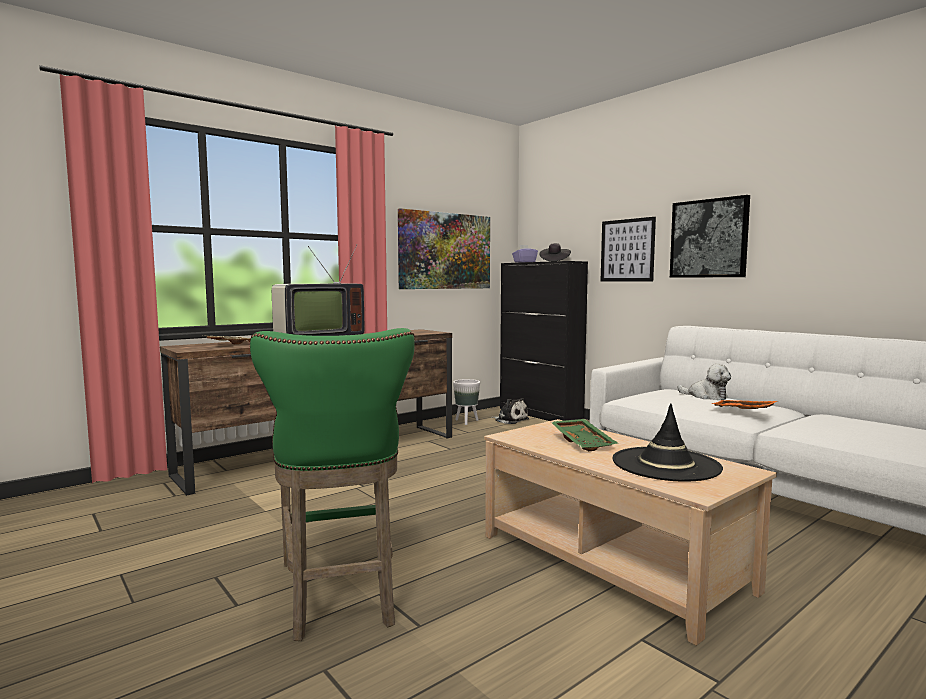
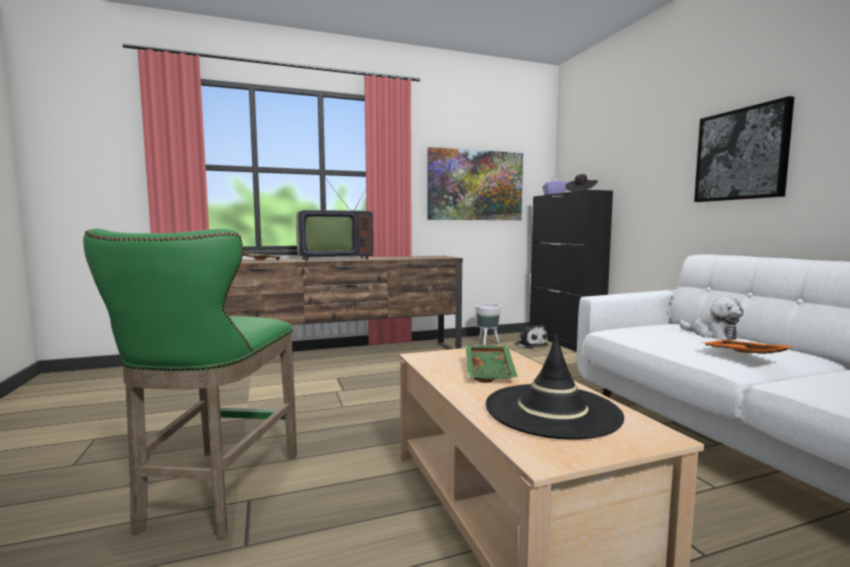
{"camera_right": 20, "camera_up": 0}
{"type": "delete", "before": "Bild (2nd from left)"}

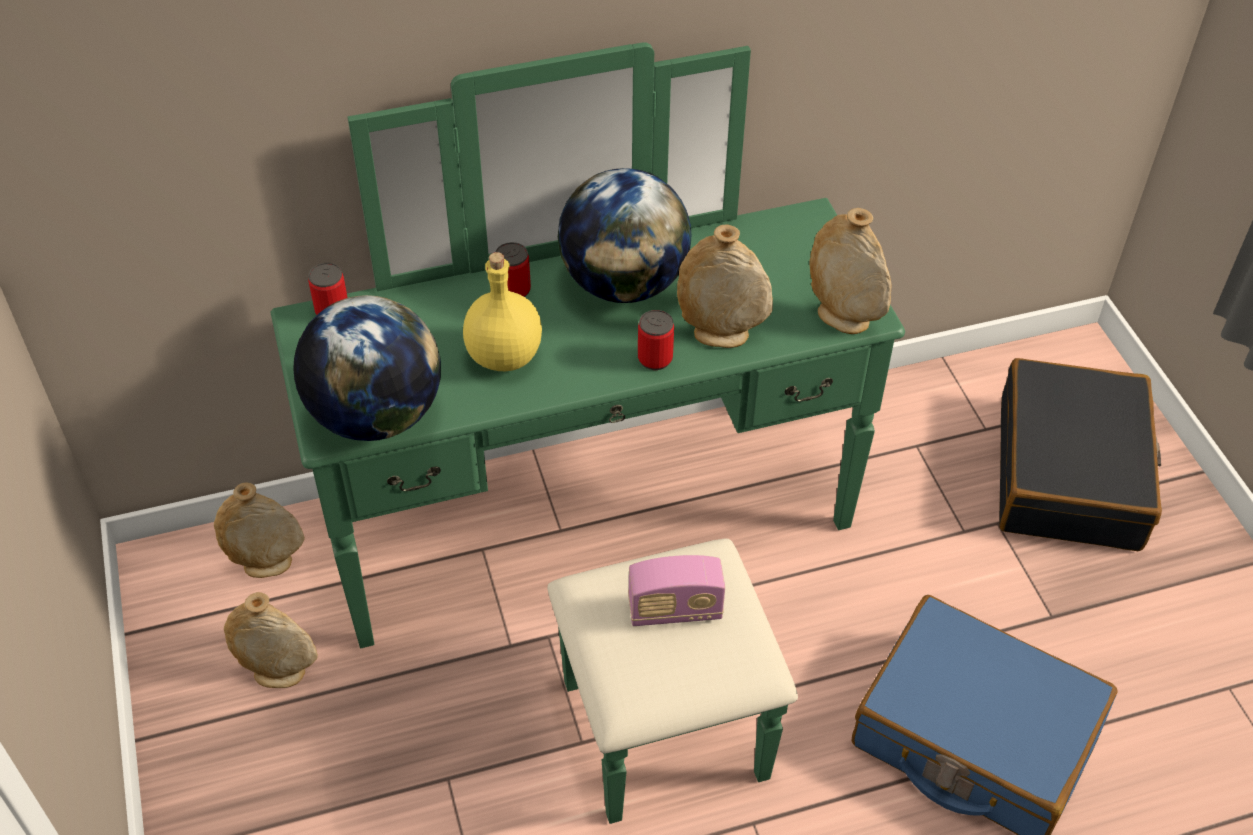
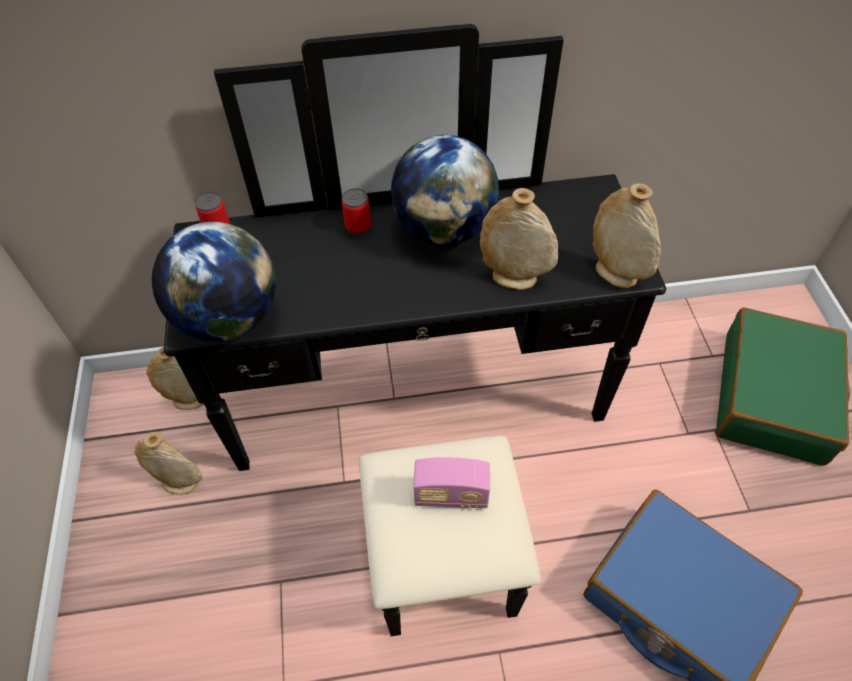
{"camera_right": 10, "camera_up": 5}
{"type": "delete", "before": "Flasche [gelb]"}
{"type": "delete", "before": "Dose (3rd from left)"}
{"type": "recolor", "before": "Kommode [grün]", "after": "Kommode [schwarz]"}
{"type": "recolor", "before": "Koffer [schwarz]", "after": "Koffer [grün]"}

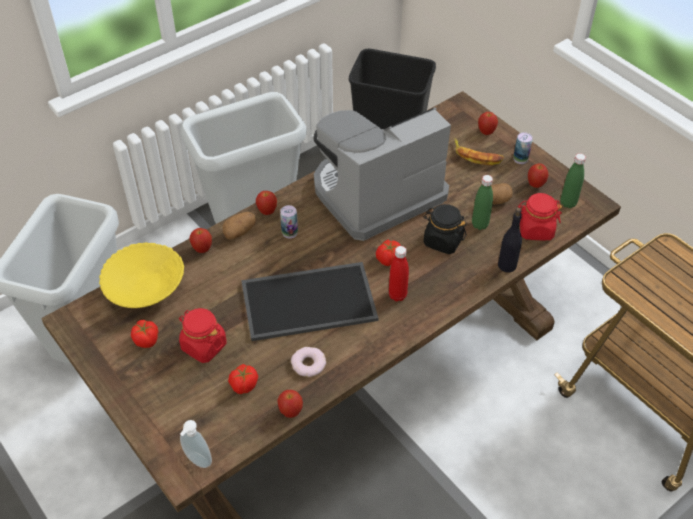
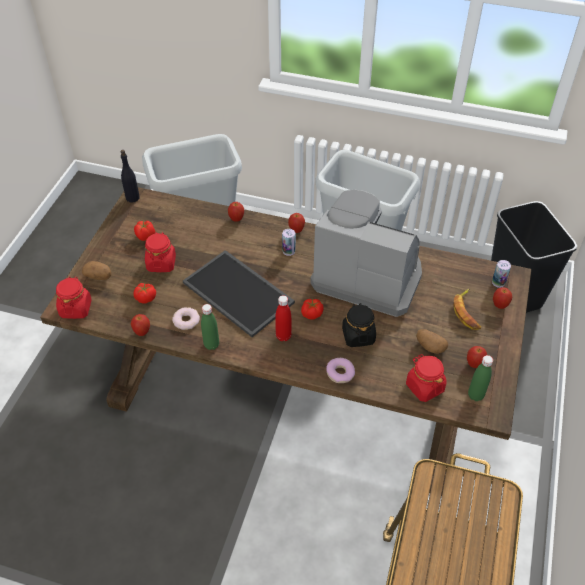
{"camera_right": 55, "camera_up": 0}
{"type": "delete", "before": "Schüssel [gelb]"}
{"type": "insert", "after": "Donut (2nd from left)"}
{"type": "move", "before": "Kartoffel (1st from left)"}
{"type": "move", "before": "Flasche [grün] (1st from left)"}
{"type": "move", "before": "Flasche [schwarz]"}
{"type": "move", "before": "Dose (2nd from left)"}
{"type": "replace", "before": "Seifenspender", "after": "Vorratsglas [rot] (1st from left)"}

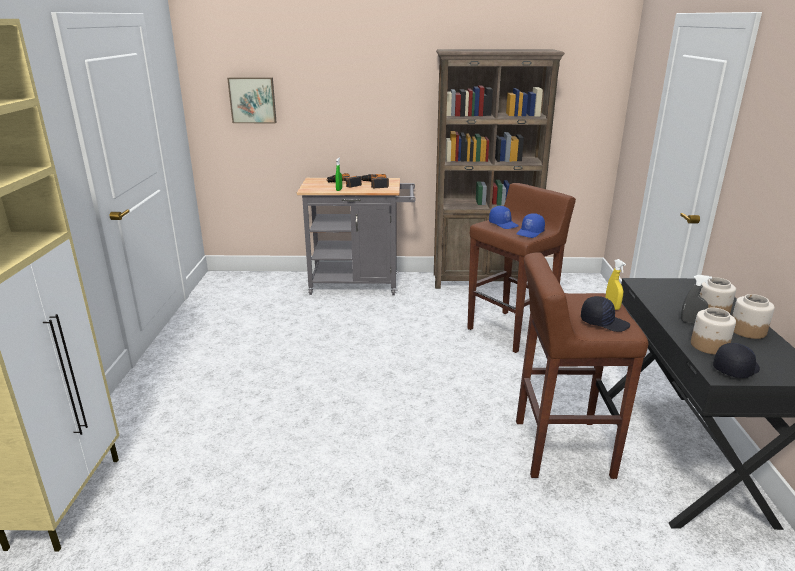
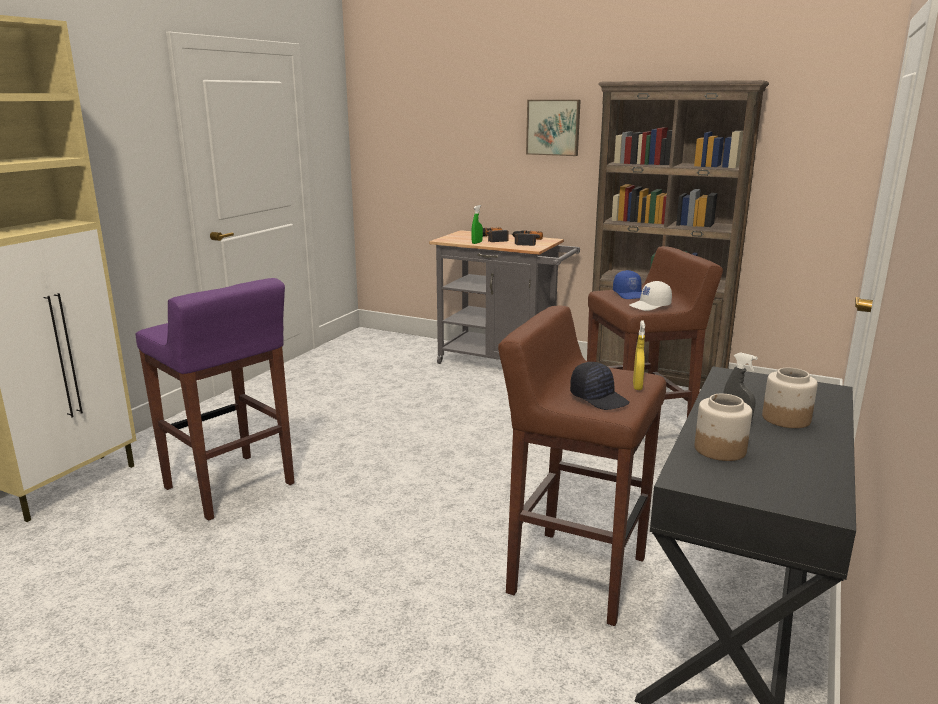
{"camera_right": 25, "camera_up": -5}
{"type": "delete", "before": "Kappe [schwarz] (2nd from left)"}
{"type": "delete", "before": "Vorratsglas (3rd from left)"}
{"type": "insert", "after": "Hocker [lila]"}
{"type": "move", "before": "Bild"}
{"type": "recolor", "before": "Kappe [blau] (2nd from left)", "after": "Kappe [weiß]"}

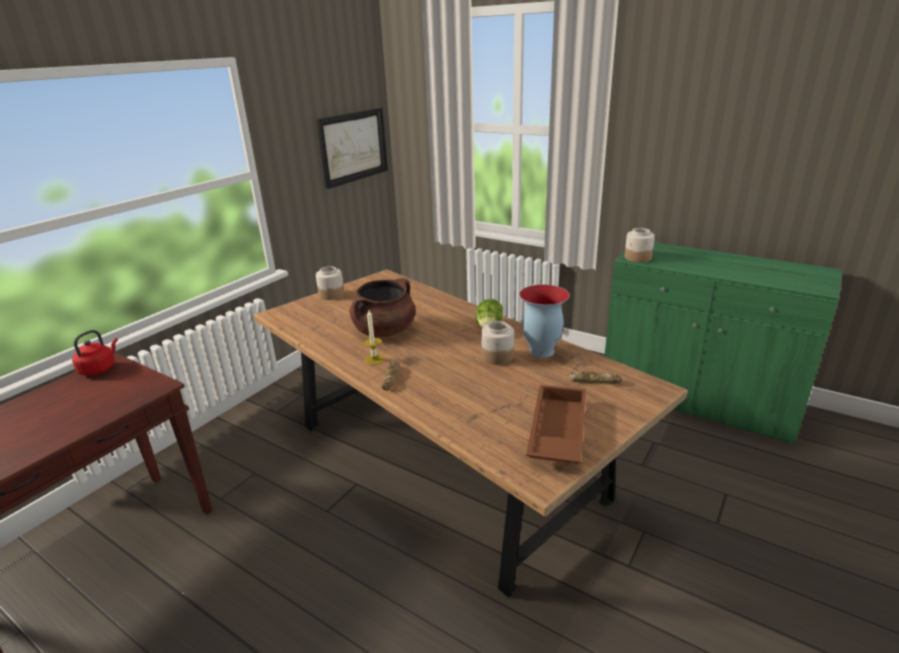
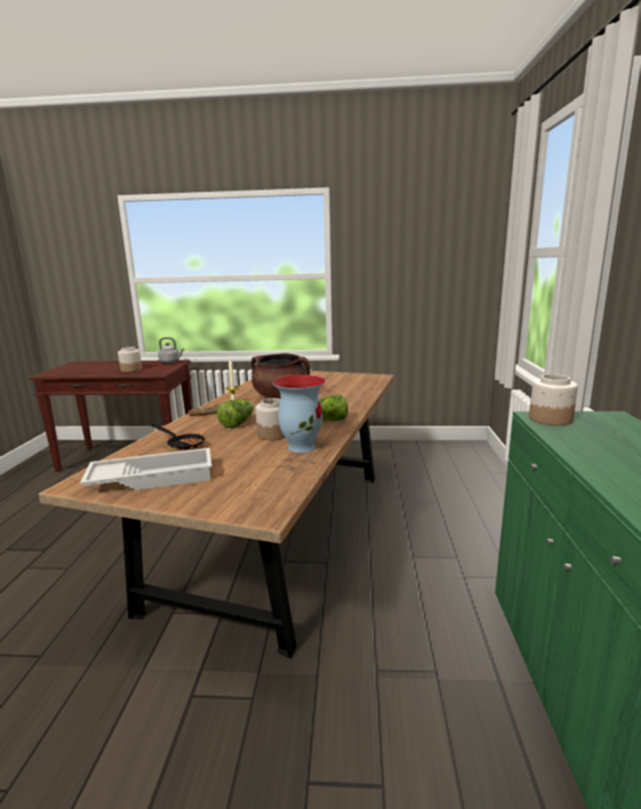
{"camera_right": 60, "camera_up": -10}
{"type": "delete", "before": "Bild"}
{"type": "delete", "before": "Brot (2nd from left)"}
{"type": "insert", "after": "Pfanne"}
{"type": "insert", "after": "Salatkopf (1st from left)"}
{"type": "move", "before": "Vorratsglas (1st from left)"}
{"type": "recolor", "before": "Wasserkessel [rot]", "after": "Wasserkessel [grau]"}
{"type": "recolor", "before": "Tablett [braun]", "after": "Tablett [weiß]"}

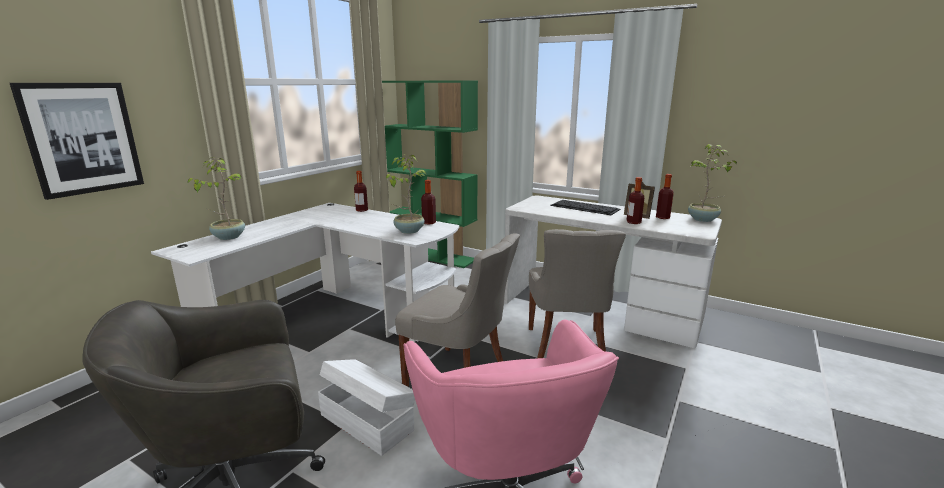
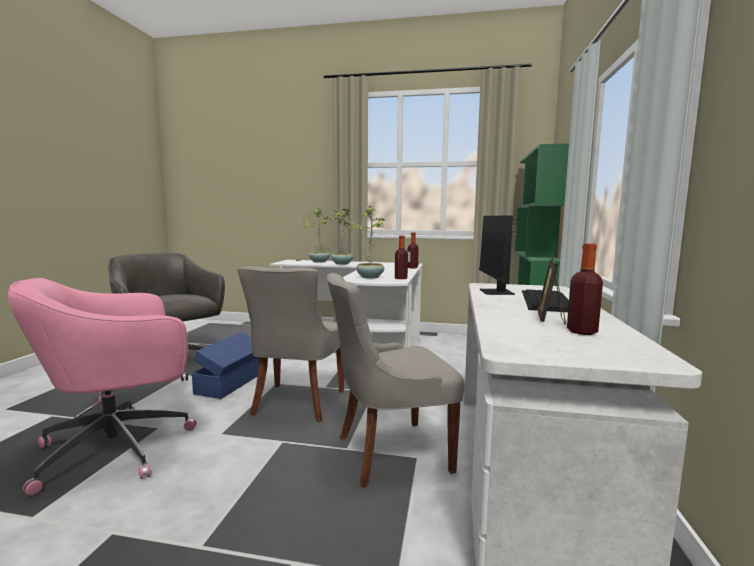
{"camera_right": 70, "camera_up": -10}
{"type": "delete", "before": "Bild"}
{"type": "delete", "before": "Flasche (3rd from left)"}
{"type": "insert", "after": "Monitor"}
{"type": "move", "before": "Topfpflanze (3rd from left in the first image)", "after": "Topfpflanze (2nd from left)"}
{"type": "recolor", "before": "Aufbewahrungsbox [weiß]", "after": "Aufbewahrungsbox [blau]"}

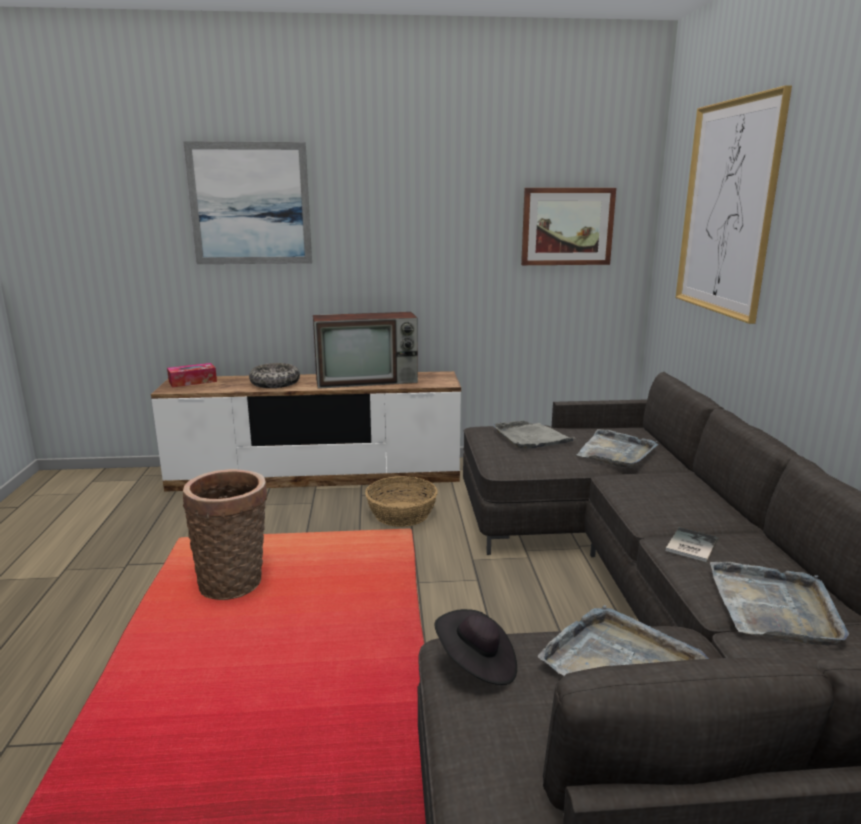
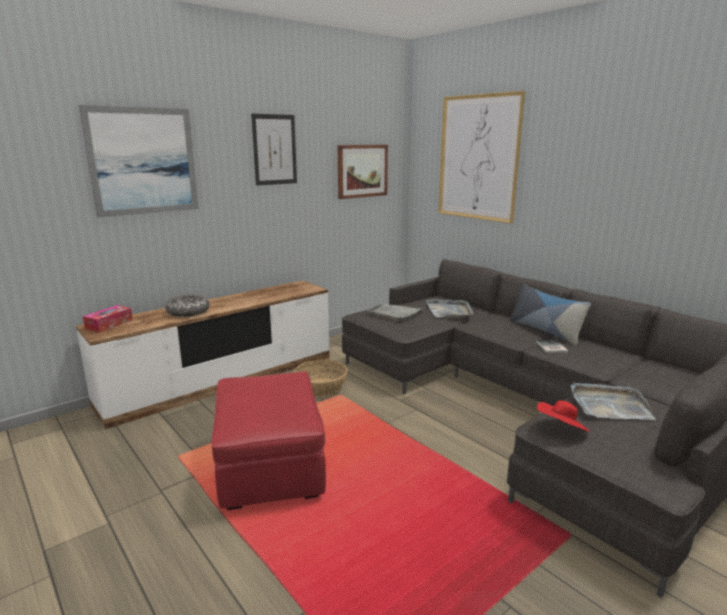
{"camera_right": -35, "camera_up": 0}
{"type": "delete", "before": "Fernseher"}
{"type": "delete", "before": "Tablett [grau] (4th from left)"}
{"type": "insert", "after": "Bild (2nd from left)"}
{"type": "insert", "after": "Kissen"}
{"type": "replace", "before": "Korb (1st from left)", "after": "Polsterhocker [rot]"}
{"type": "recolor", "before": "Hut [schwarz]", "after": "Hut [rot]"}

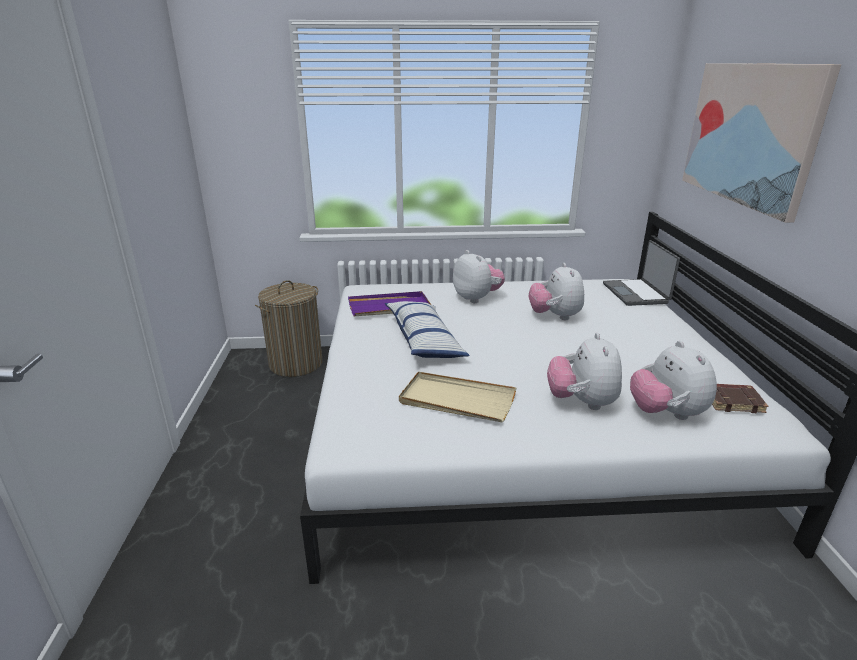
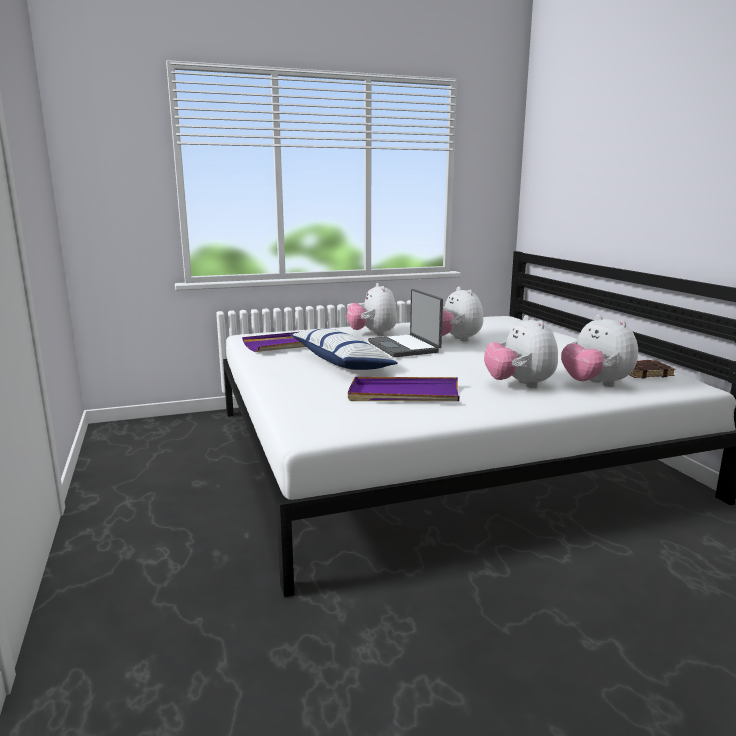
{"camera_right": -15, "camera_up": -10}
{"type": "delete", "before": "Wäschekorb"}
{"type": "delete", "before": "Bild"}
{"type": "move", "before": "Laptop"}
{"type": "recolor", "before": "Tablett [beige]", "after": "Tablett [lila] (2nd from left)"}
{"type": "rotate", "before": "Plüschtier (1st from left)", "turn": -150}

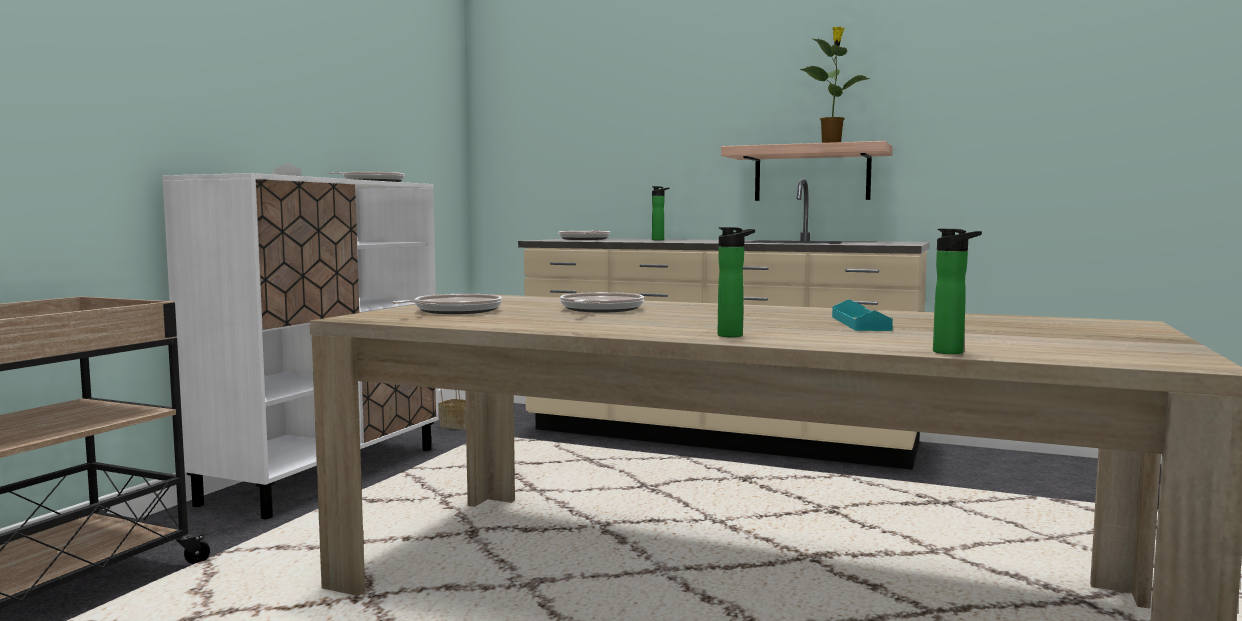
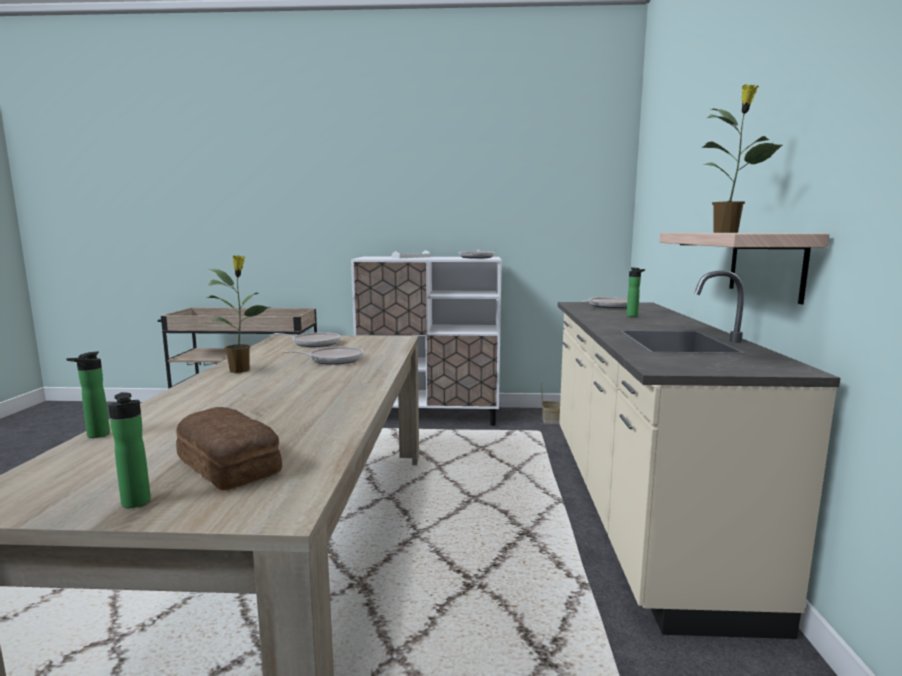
{"camera_right": 70, "camera_up": 5}
{"type": "delete", "before": "Tablett [türkis]"}
{"type": "insert", "after": "Brot"}
{"type": "insert", "after": "Topfpflanze (1st from left)"}
{"type": "move", "before": "Flasche (2nd from left)"}

